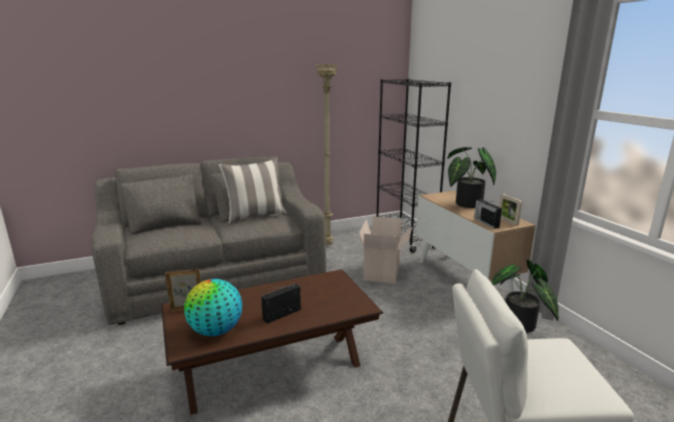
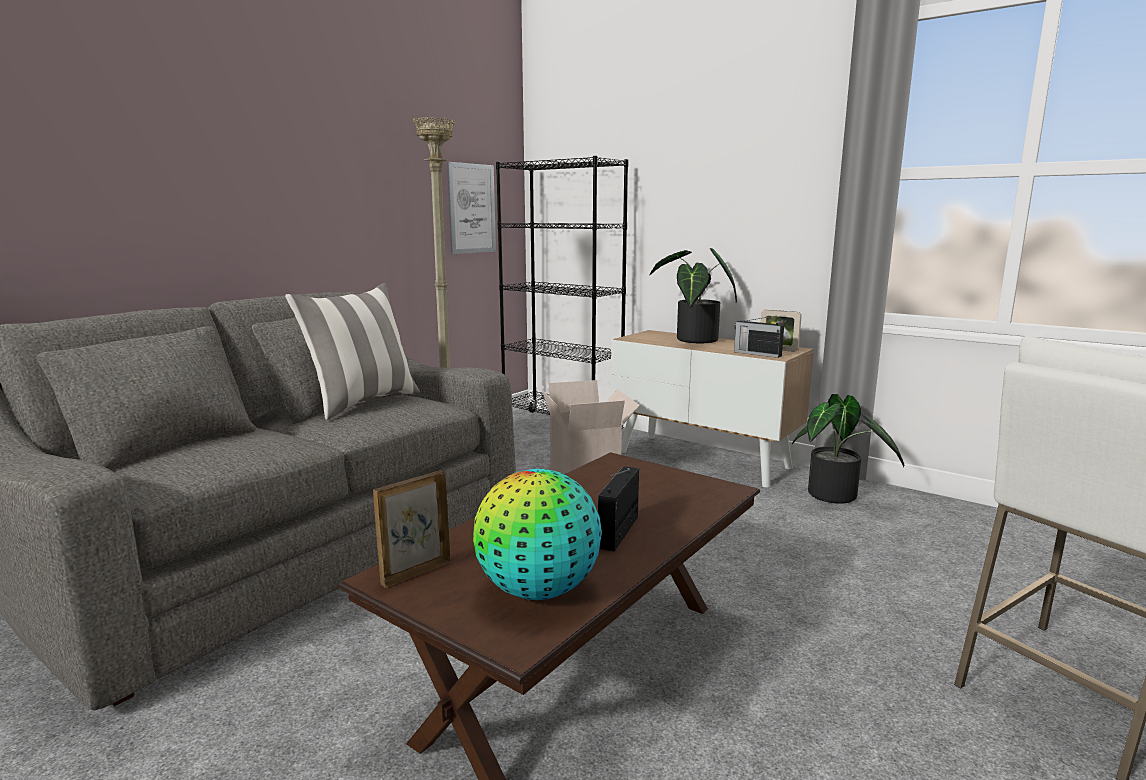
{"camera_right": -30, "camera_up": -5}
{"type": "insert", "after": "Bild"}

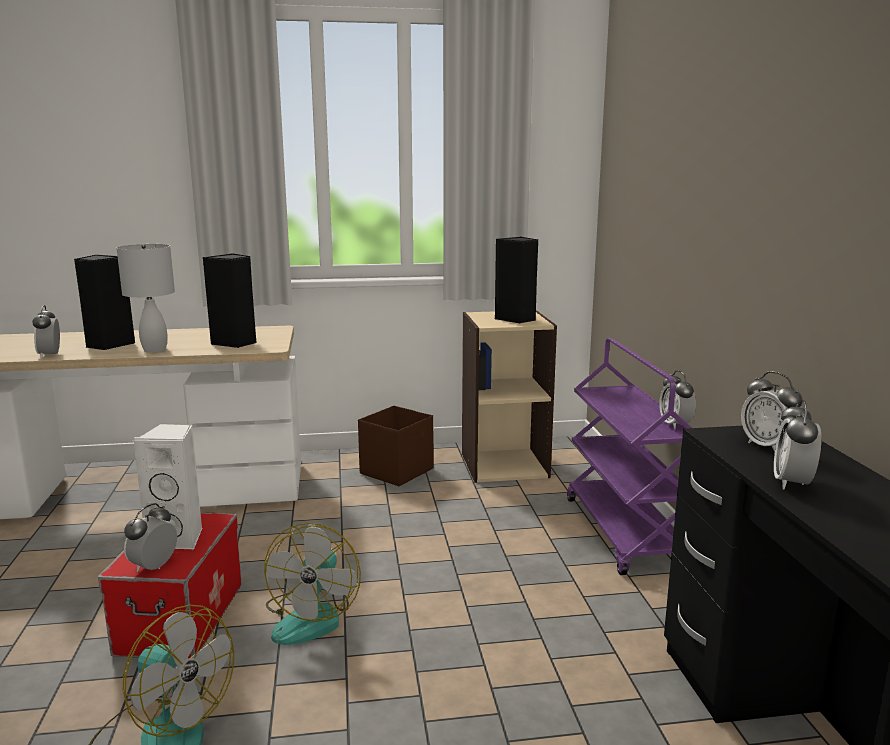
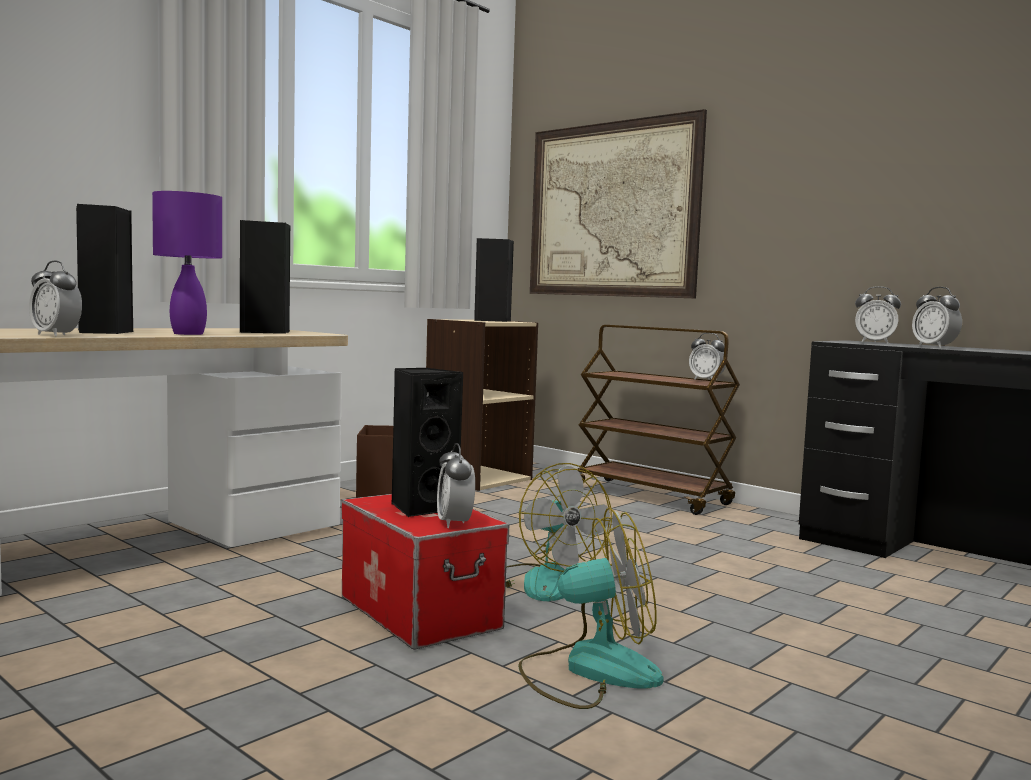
{"camera_right": -40, "camera_up": -10}
{"type": "insert", "after": "Bild"}
{"type": "recolor", "before": "Tischlampe [weiß]", "after": "Tischlampe [lila]"}
{"type": "recolor", "before": "Lautsprecher [weiß]", "after": "Lautsprecher [schwarz] (3rd from left)"}
{"type": "recolor", "before": "Rollwagen [lila]", "after": "Rollwagen [braun]"}

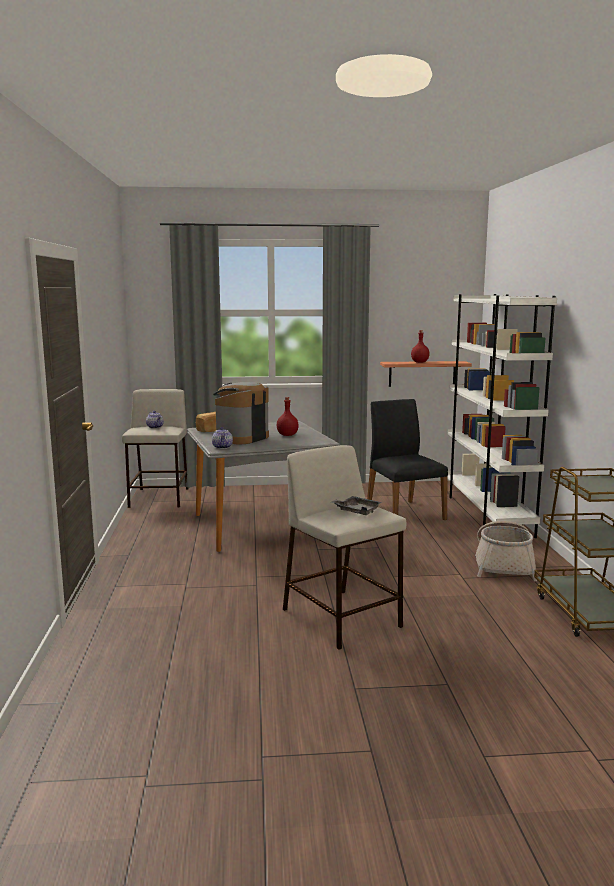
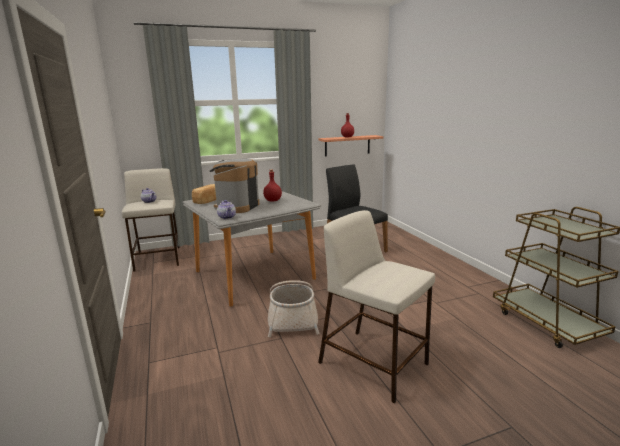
{"camera_right": -15, "camera_up": 5}
{"type": "delete", "before": "Tablett [grau]"}
{"type": "delete", "before": "Bücherregal [weiß]"}
{"type": "move", "before": "Korb"}

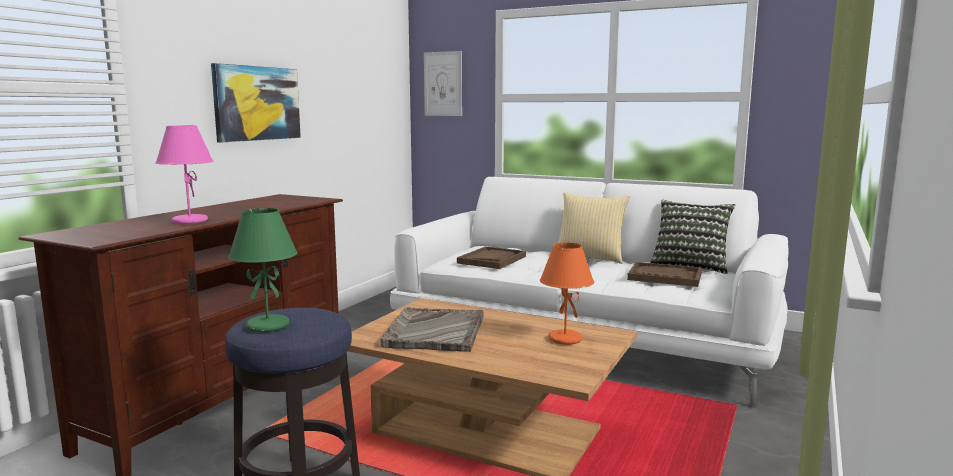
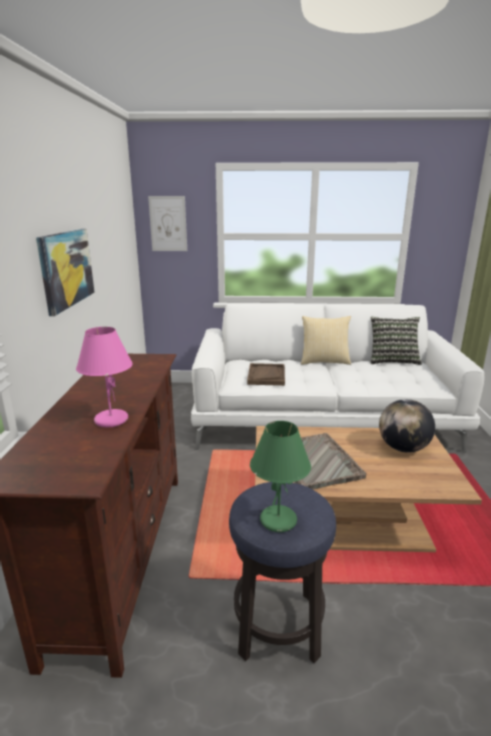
{"camera_right": -25, "camera_up": 10}
{"type": "delete", "before": "Tablett [braun] (2nd from left)"}
{"type": "replace", "before": "Tischlampe [orange]", "after": "Globus"}

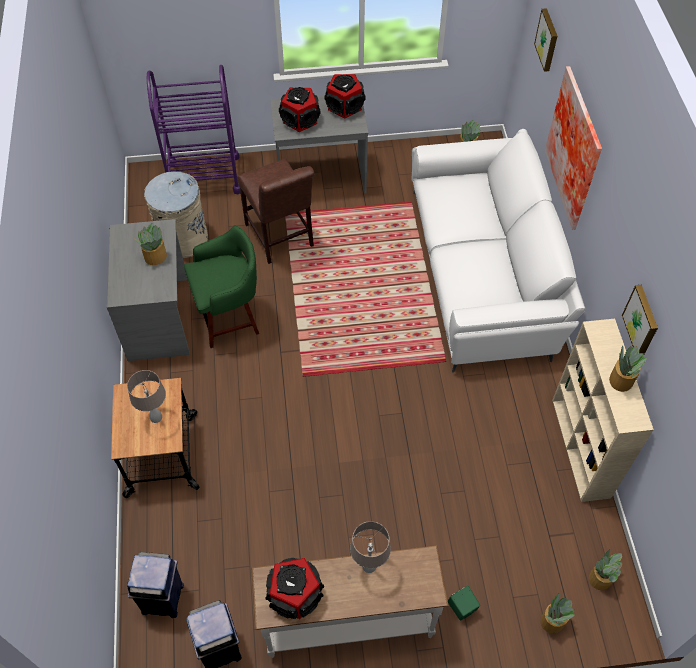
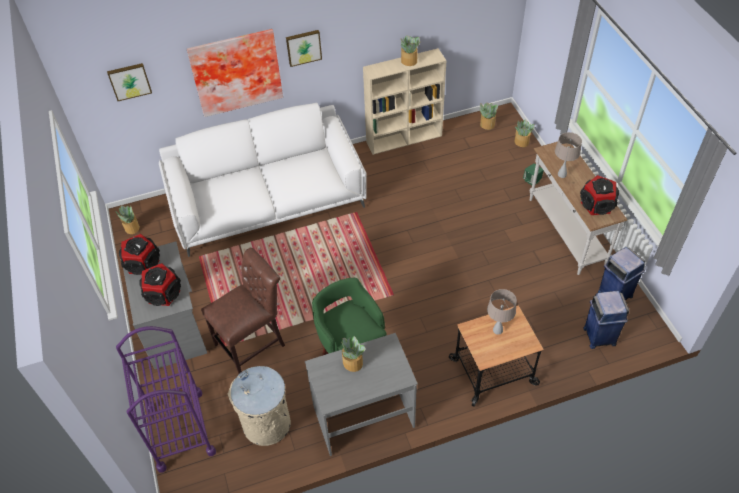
{"camera_right": -100, "camera_up": -5}
{"type": "move", "before": "Bild (3rd from left)"}

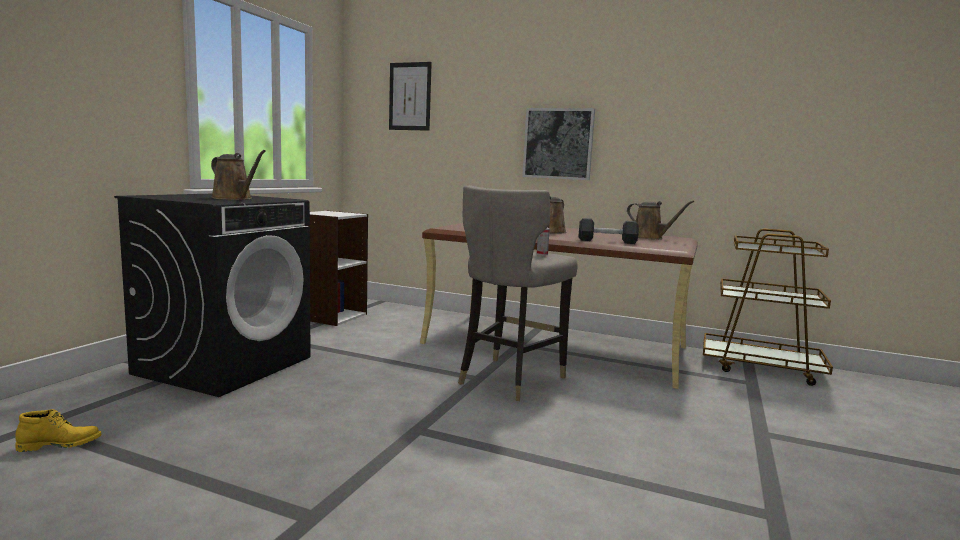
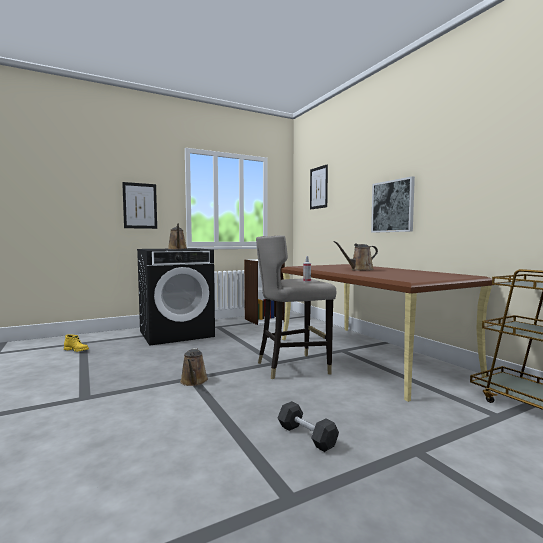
{"camera_right": 40, "camera_up": -5}
{"type": "insert", "after": "Bild (1st from left)"}
{"type": "move", "before": "Hantel [schwarz]"}
{"type": "move", "before": "Gießkanne [braun] (3rd from left in the first image)", "after": "Gießkanne [braun] (2nd from left)"}

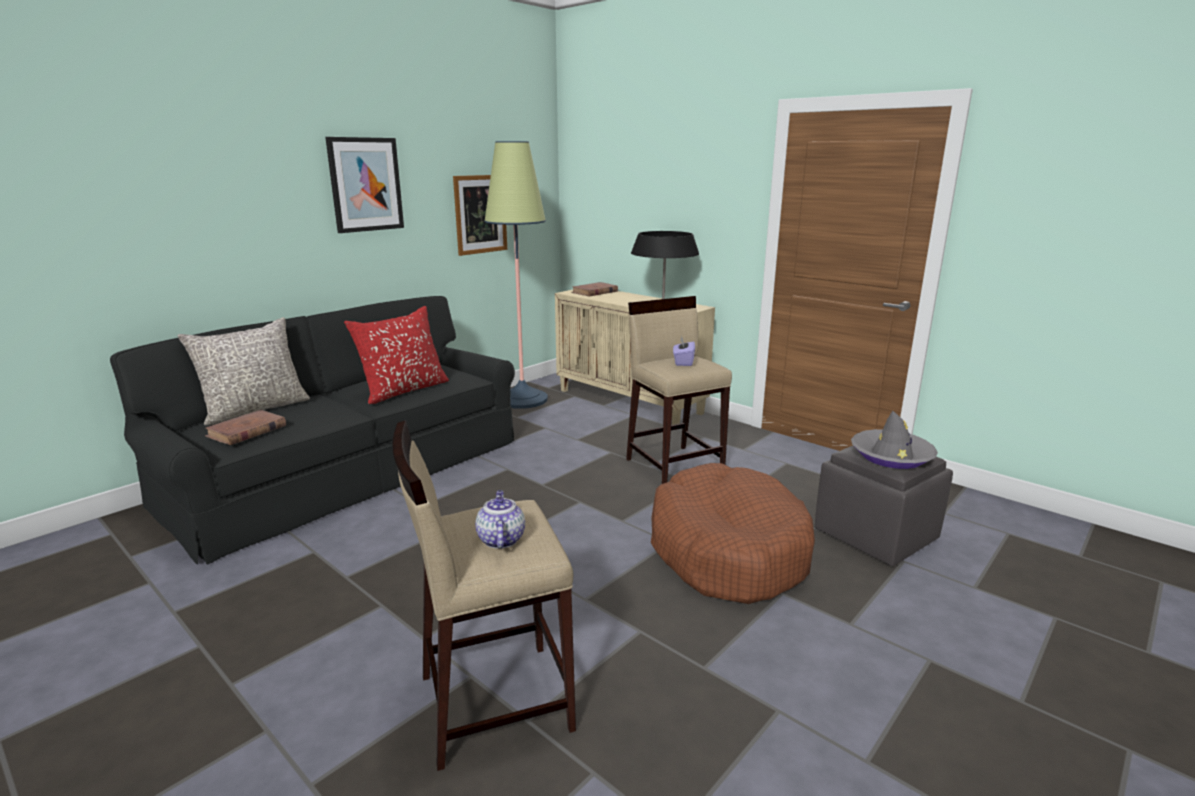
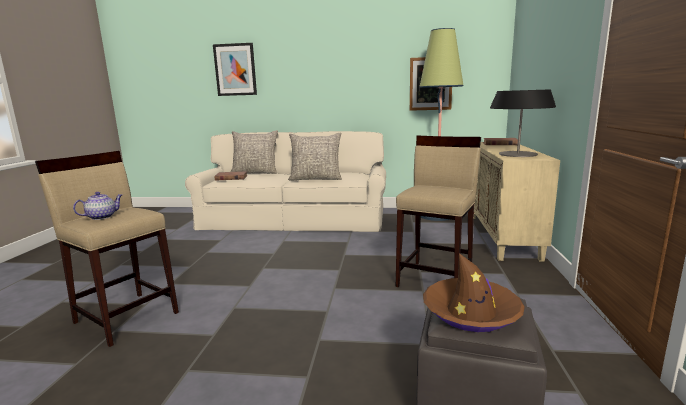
{"camera_right": 55, "camera_up": -5}
{"type": "delete", "before": "Hundebett [braun]"}
{"type": "delete", "before": "Taschentuchbox [lila]"}
{"type": "move", "before": "Bild (1st from left)"}
{"type": "recolor", "before": "Sofa [schwarz]", "after": "Sofa [beige]"}
{"type": "recolor", "before": "Kissen [rot]", "after": "Kissen [grau] (2nd from left)"}
{"type": "recolor", "before": "Hut [grau]", "after": "Hut [braun]"}

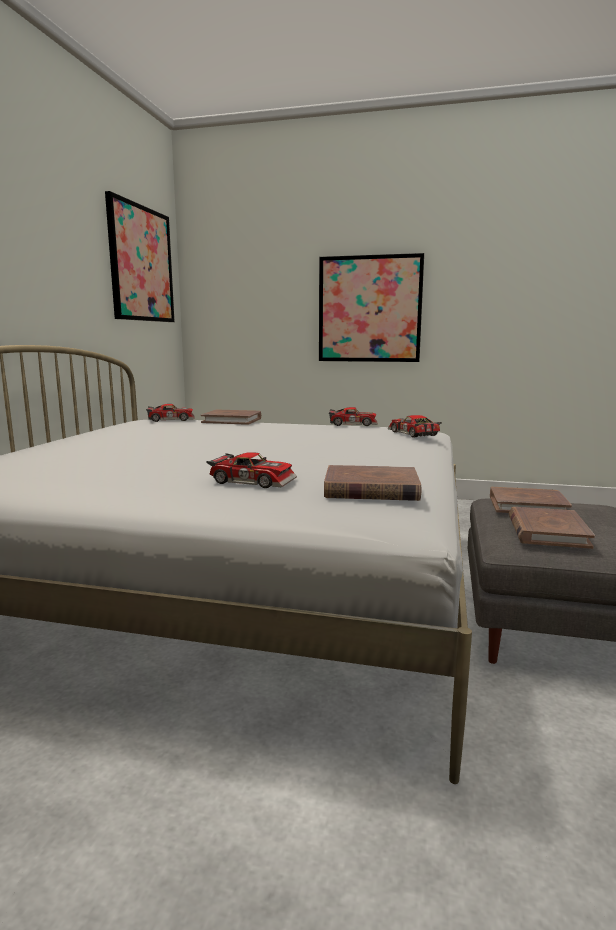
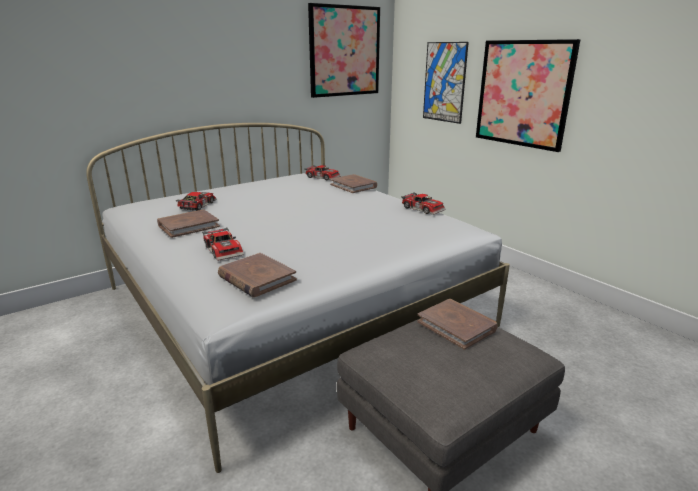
{"camera_right": 40, "camera_up": 10}
{"type": "insert", "after": "Bild (2nd from left)"}
{"type": "move", "before": "Spielzeugauto (4th from left in the first image)", "after": "Spielzeugauto (1st from left)"}
{"type": "move", "before": "Buch [braun] (4th from left in the first image)", "after": "Buch [braun] (1st from left)"}

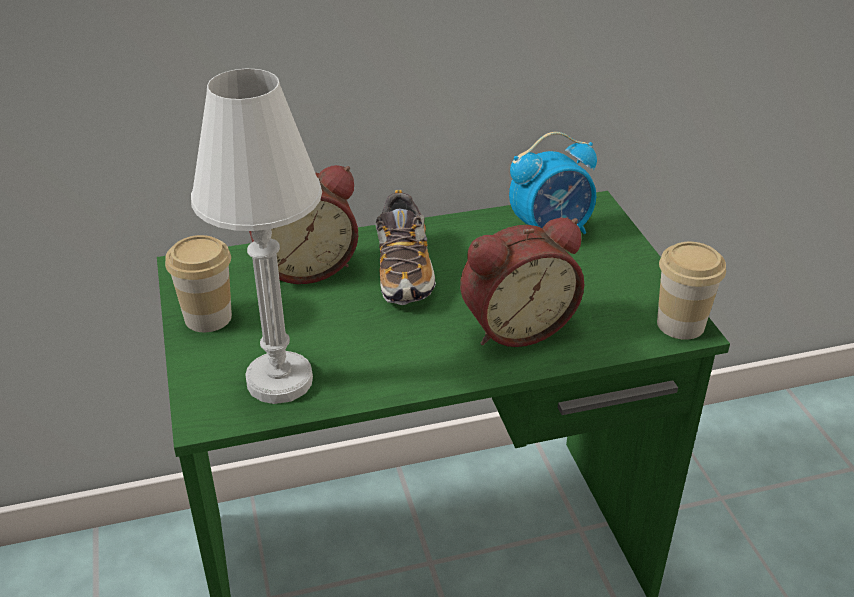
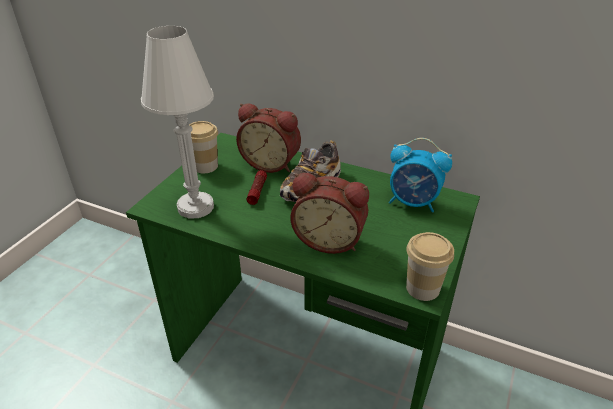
{"camera_right": 40, "camera_up": 0}
{"type": "insert", "after": "Taschenlampe"}

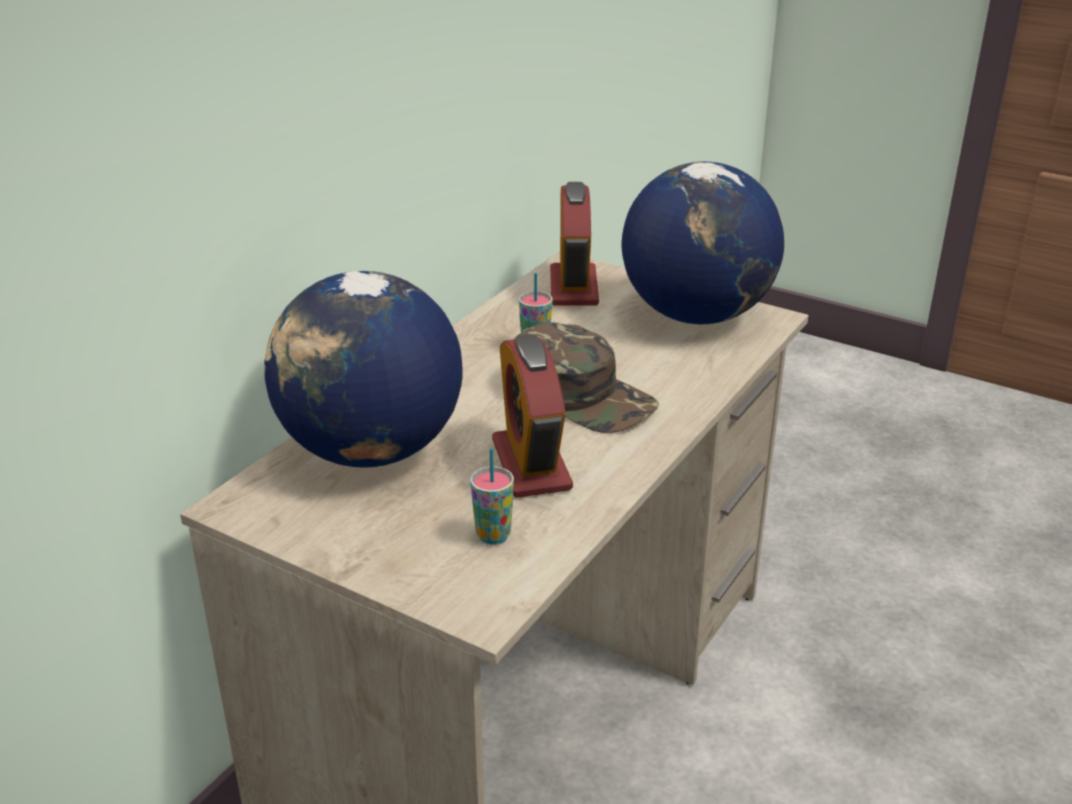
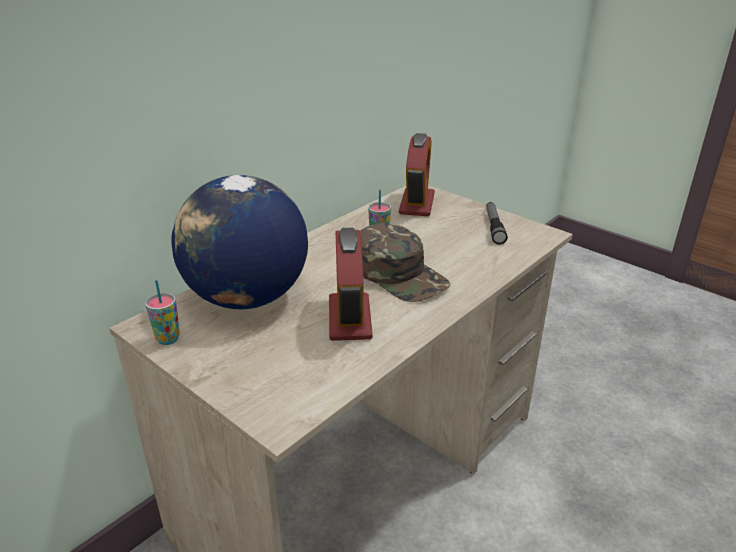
{"camera_right": 10, "camera_up": 0}
{"type": "move", "before": "Tasse (1st from left)"}
{"type": "replace", "before": "Globus (2nd from left)", "after": "Taschenlampe"}

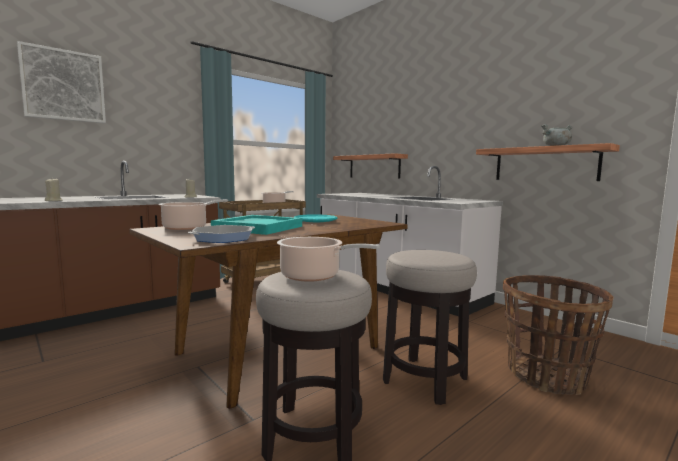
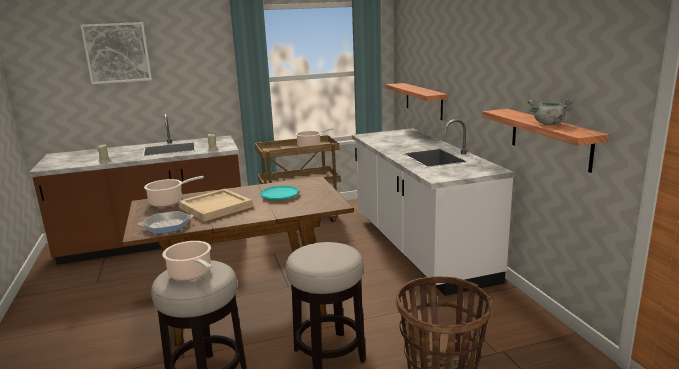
{"camera_right": 25, "camera_up": 10}
{"type": "recolor", "before": "Tablett [türkis]", "after": "Tablett [beige]"}

